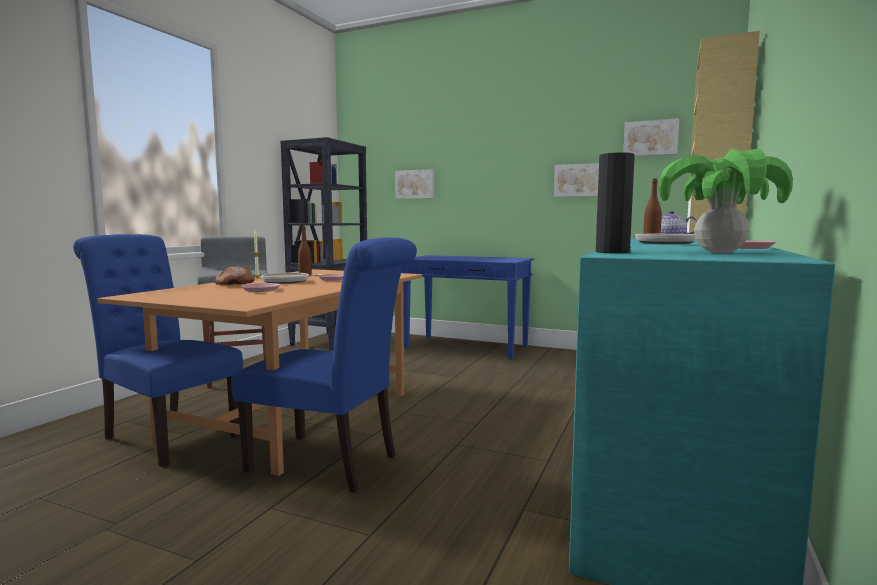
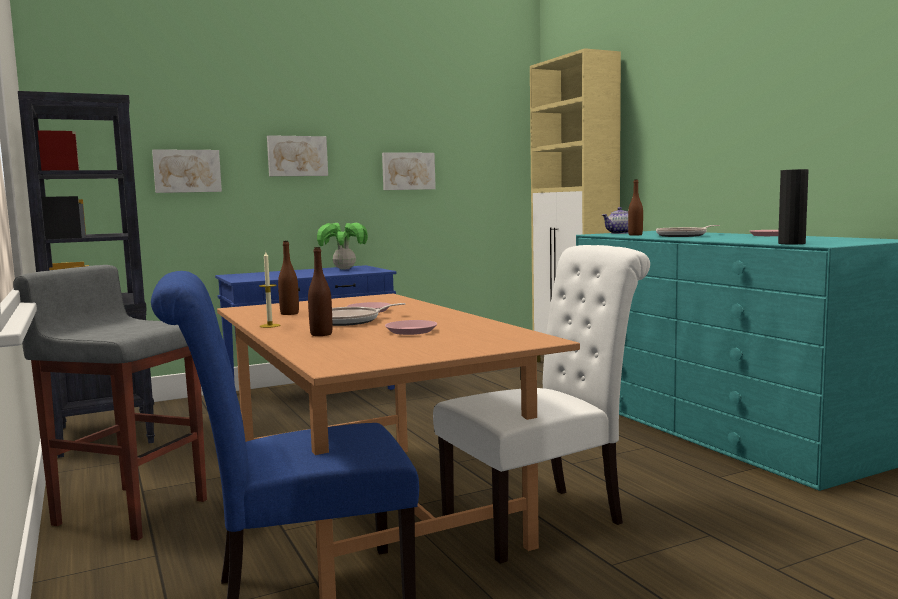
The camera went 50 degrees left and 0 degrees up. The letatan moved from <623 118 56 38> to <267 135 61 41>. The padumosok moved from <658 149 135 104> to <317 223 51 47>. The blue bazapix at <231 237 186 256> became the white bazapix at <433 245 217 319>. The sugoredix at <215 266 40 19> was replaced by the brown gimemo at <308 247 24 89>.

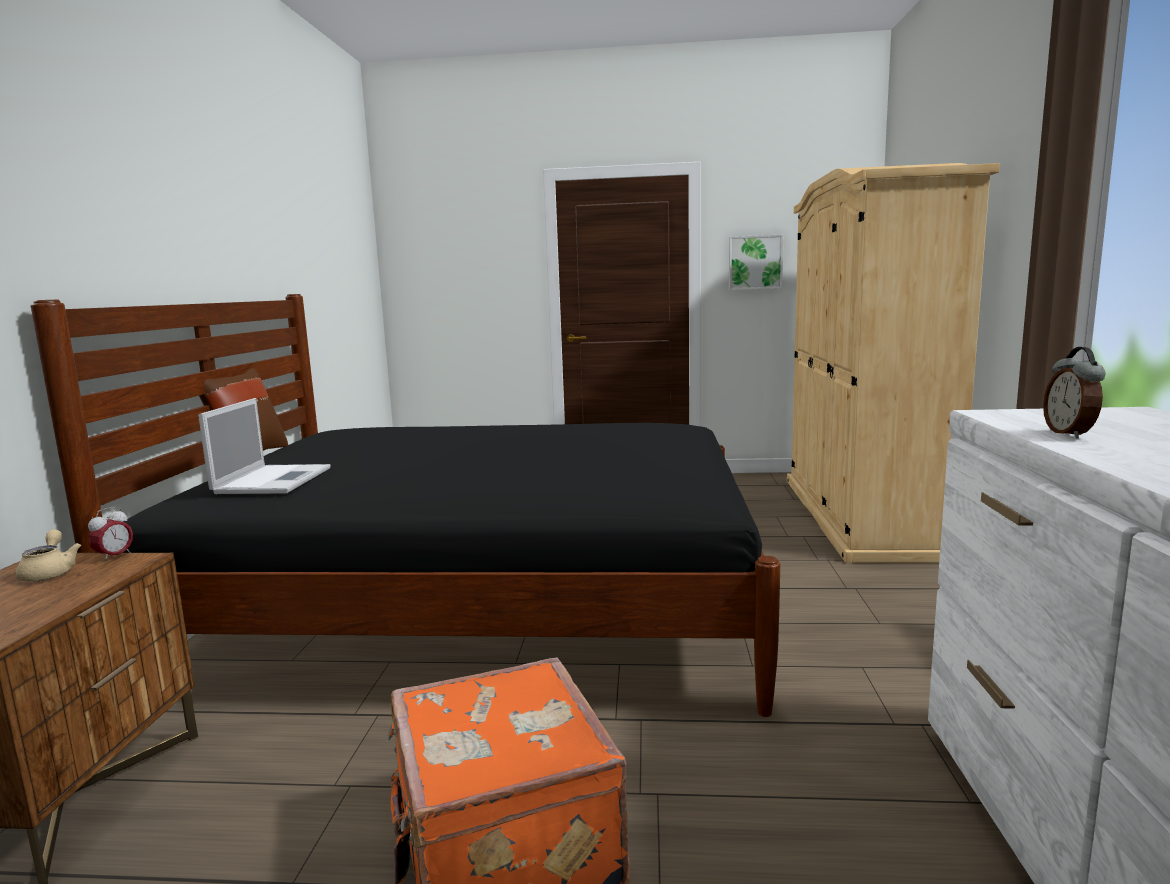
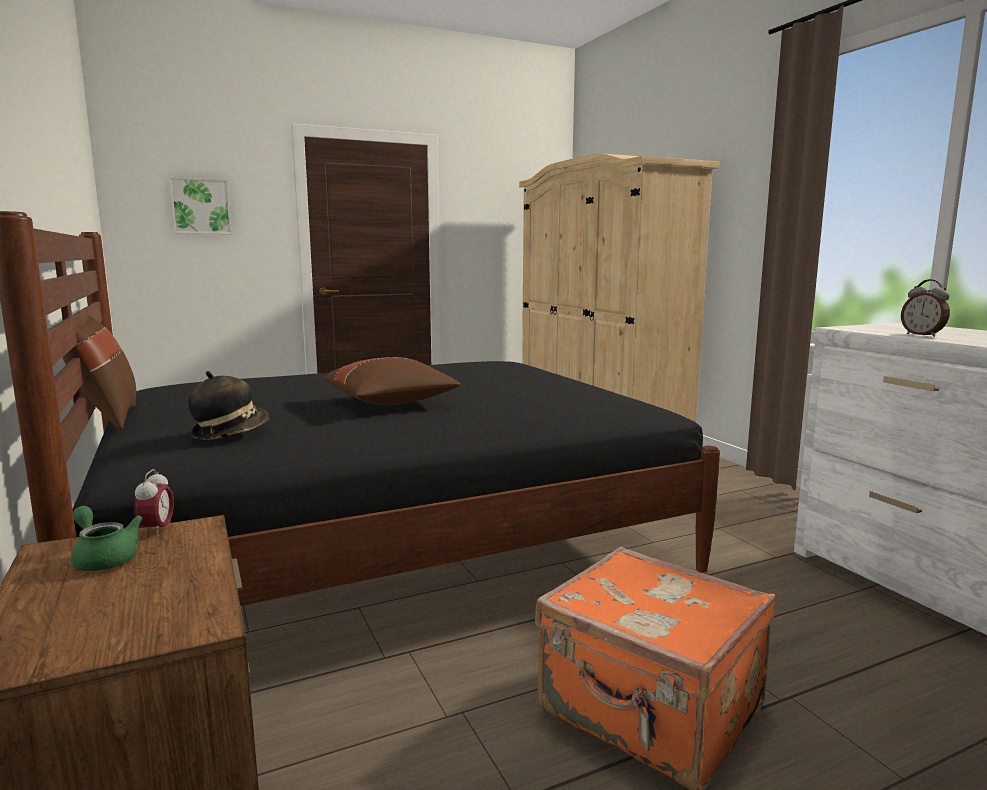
The camera went 30 degrees left and 0 degrees up. The letatan moved from <729 235 54 55> to <169 177 63 57>. The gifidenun at <198 398 133 96> was replaced by the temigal at <188 371 82 69>. The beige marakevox at <16 530 65 52> became the green marakevox at <71 506 72 65>. The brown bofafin at <324 357 137 48> appeared.

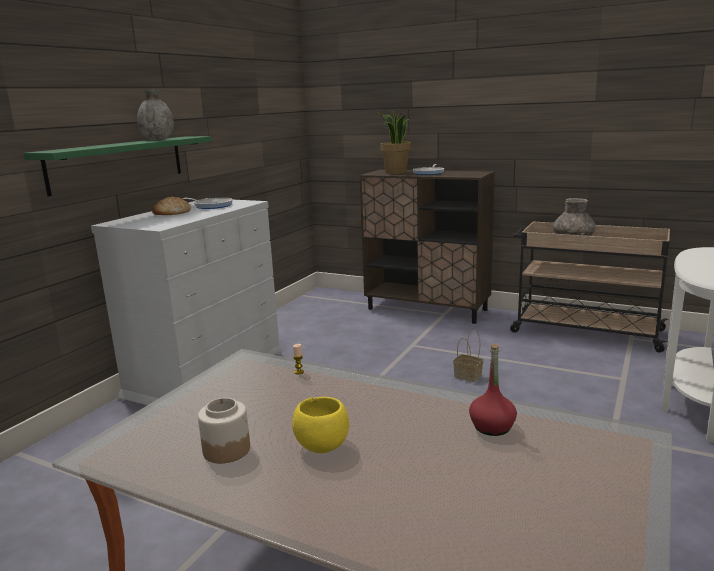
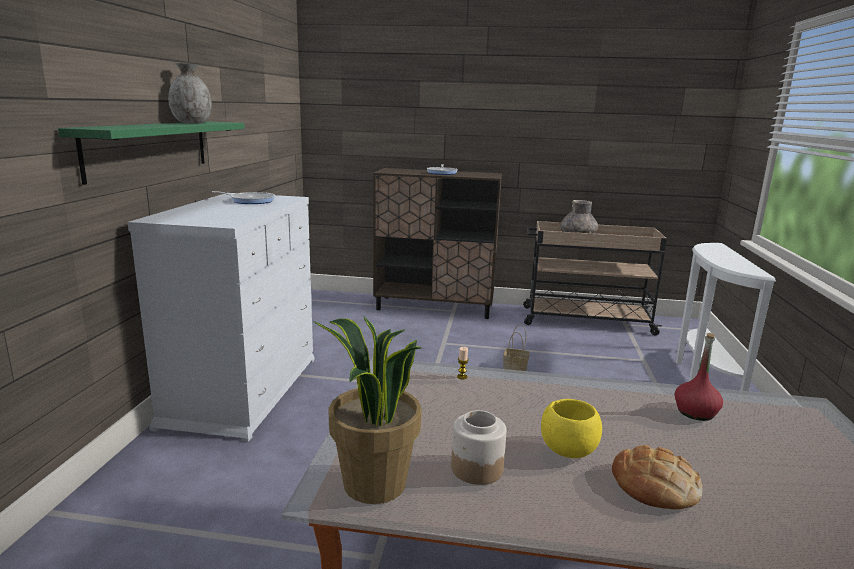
The camera went 20 degrees left and 0 degrees up. The padumosok moved from <377 110 34 64> to <313 316 108 188>. The sugoredix moved from <152 197 39 18> to <612 445 91 64>.

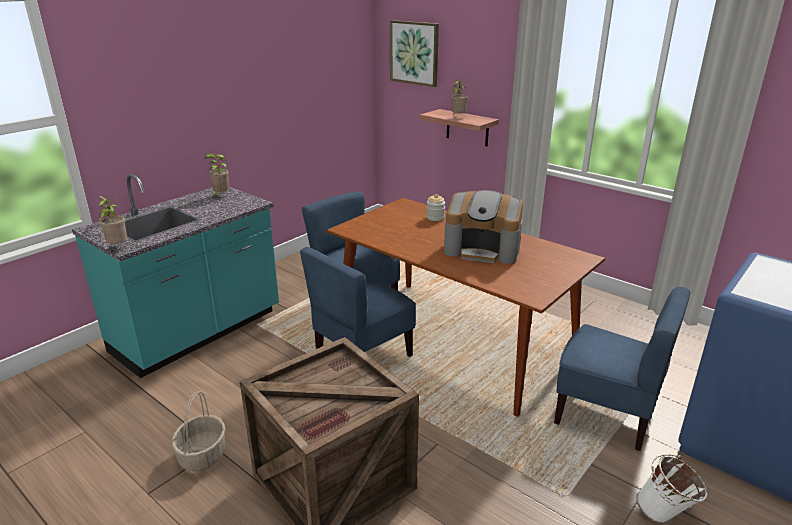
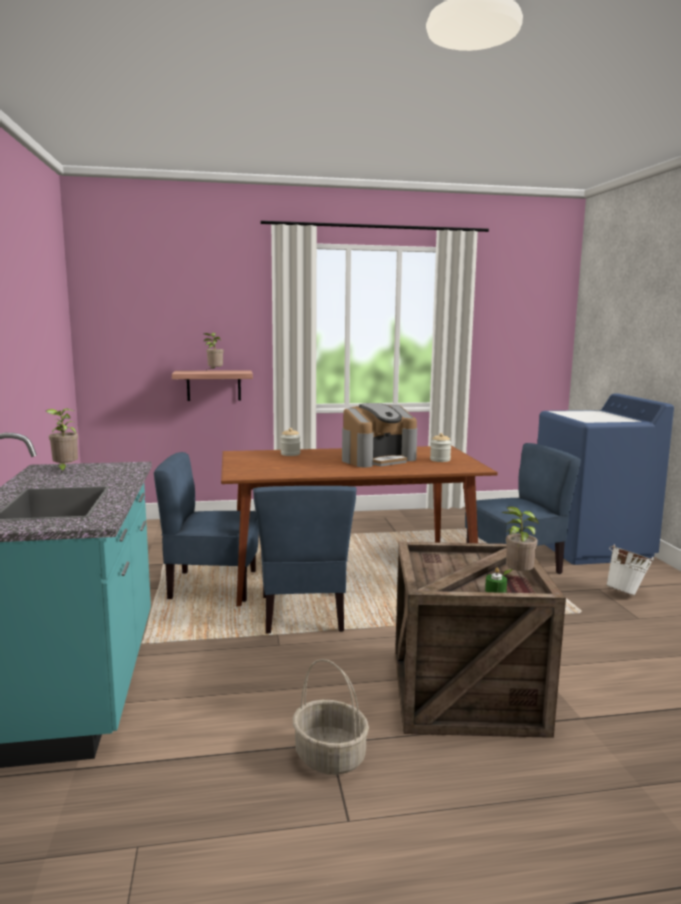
The camera went 50 degrees left and 15 degrees down. The letatan at <390 20 49 67> disappeared. The padumosok moved from <98 195 29 49> to <501 506 38 70>. The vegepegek at <430 433 21 29> appeared. The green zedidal at <485 568 22 25> appeared.

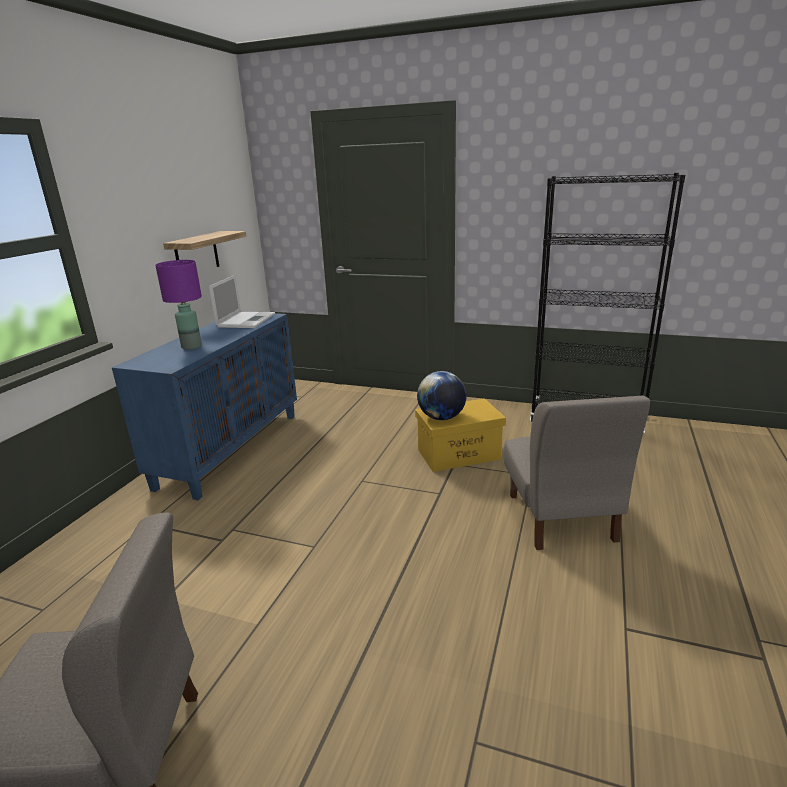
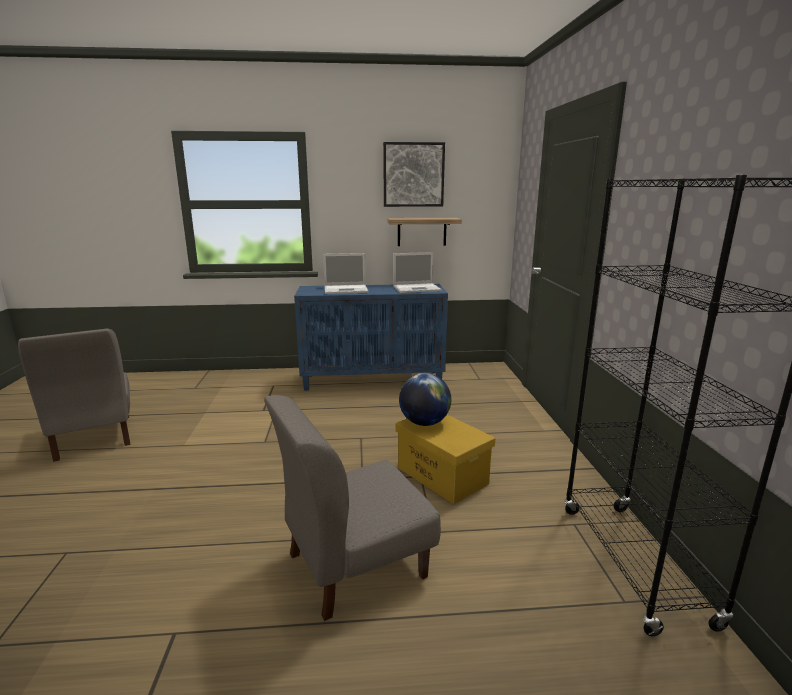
The camera went 65 degrees right and 5 degrees down. The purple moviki at <155 260 47 90> was replaced by the gifidenun at <323 253 46 41>. The letatan at <383 142 62 65> appeared.

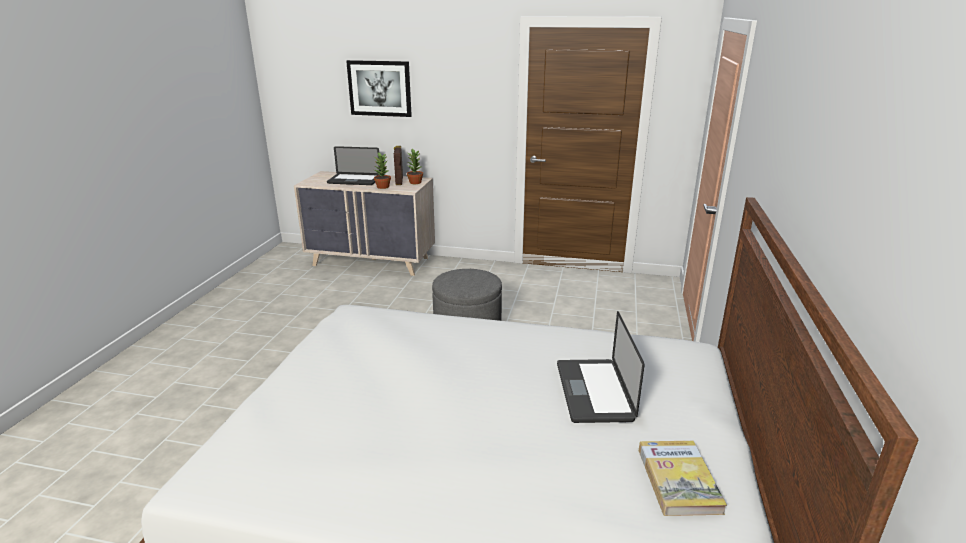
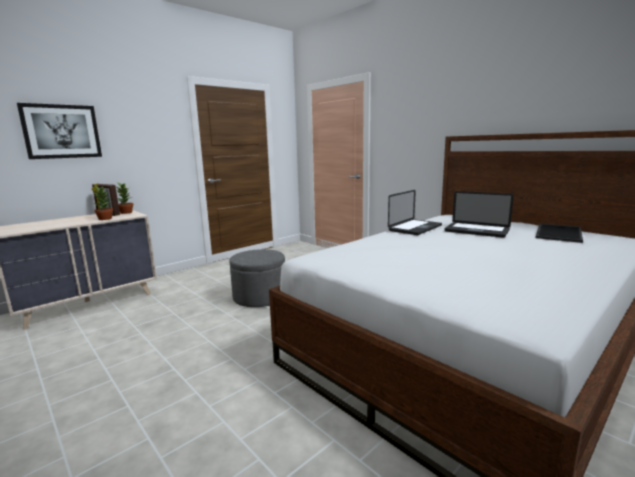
The camera went 55 degrees left and 10 degrees down. The gifidenun moved from <327 146 54 39> to <388 190 54 45>. The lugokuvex at <639 441 88 75> was replaced by the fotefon at <536 224 47 19>.

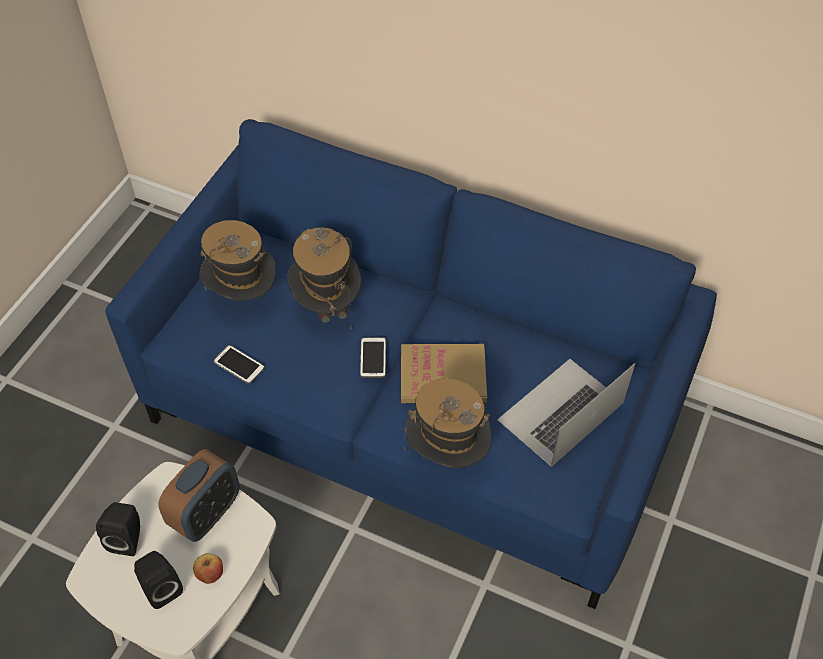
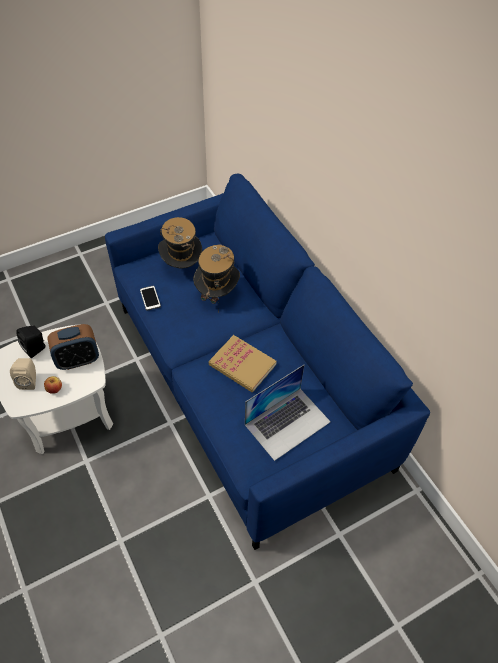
The camera went 35 degrees right and 0 degrees up. The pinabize at <360 337 26 41> disappeared. The gifidenun at <497 359 139 108> turned 150 degrees clockwise. The temigal at <404 378 87 90> disappeared. The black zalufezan at <134 551 49 58> became the beige zalufezan at <10 358 26 32>.

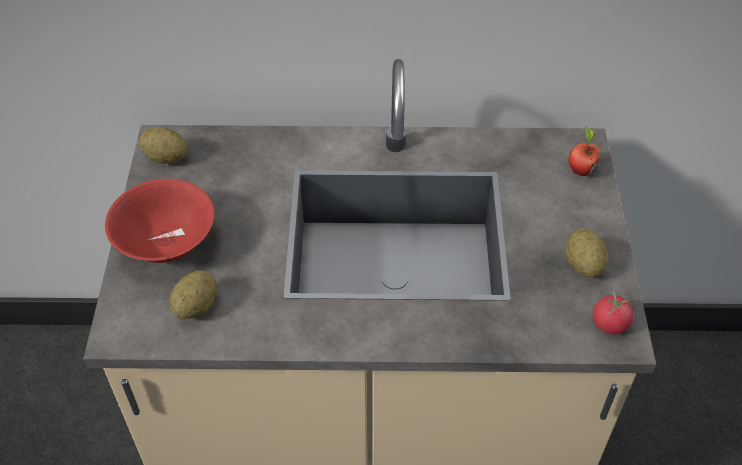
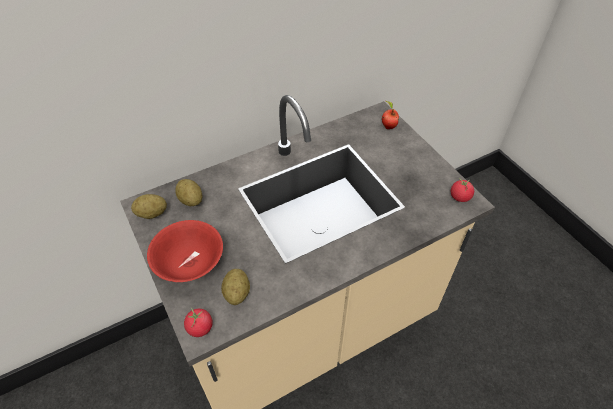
The camera went 30 degrees left and 0 degrees up. The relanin moved from <566 228 42 49> to <175 179 28 27>. The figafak at <184 308 29 29> appeared.

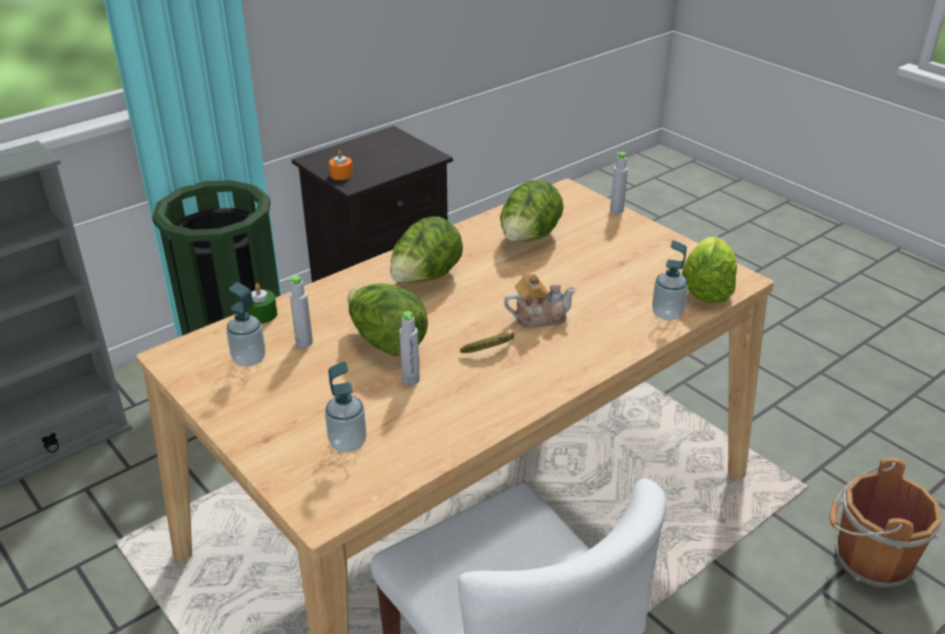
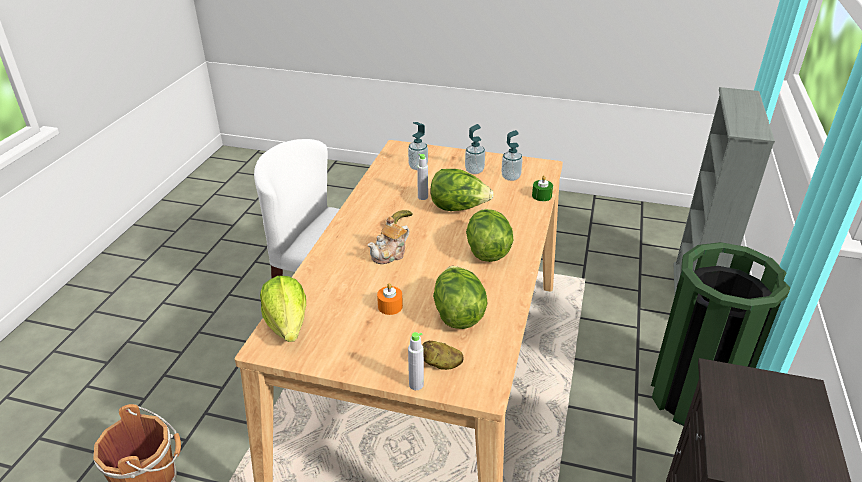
The camera went 145 degrees right and 0 degrees up. The orange zedidal moved from <329 150 24 30> to <377 283 26 32>. The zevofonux moved from <652 240 36 81> to <465 124 20 50>. The grey gimemo at <289 276 24 72> disappeared. The relanin at <422 341 42 29> appeared.

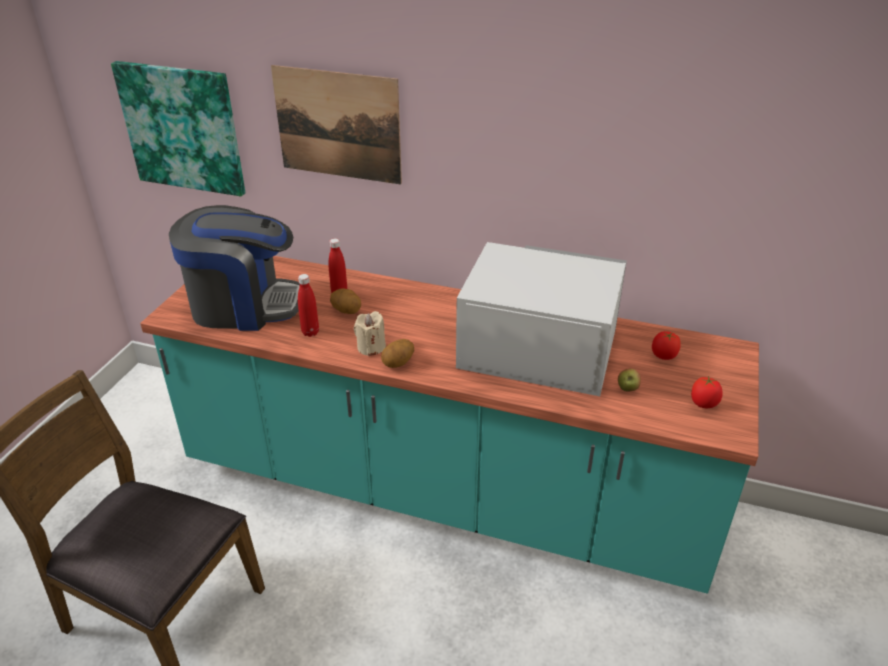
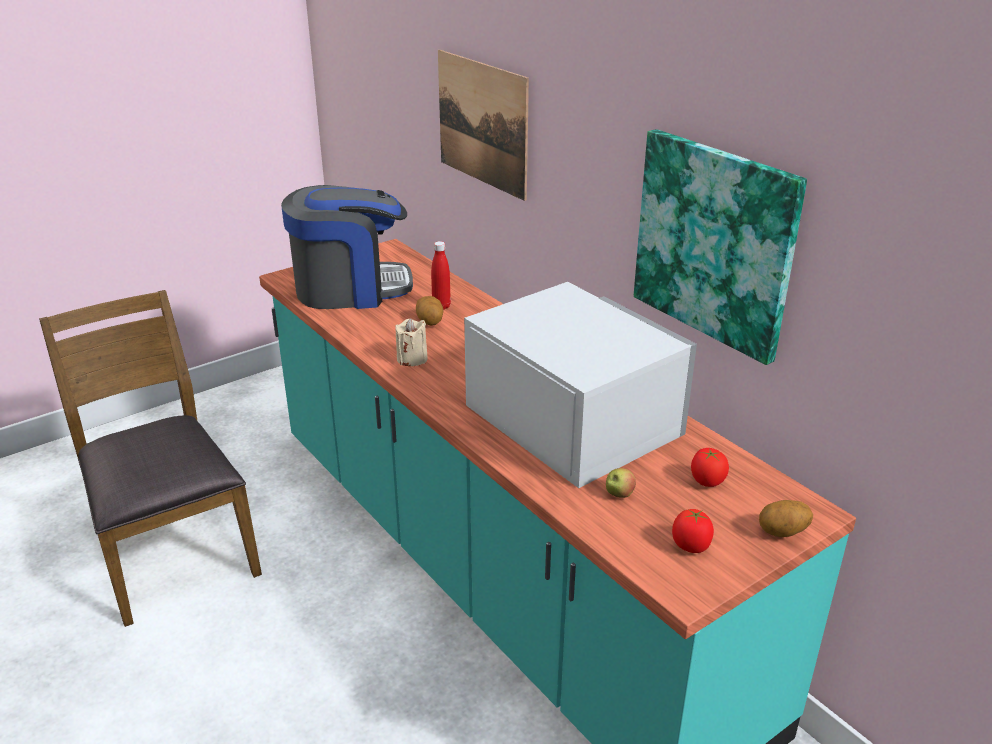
The camera went 35 degrees right and 5 degrees down. The letatan moved from <111 61 134 135> to <634 129 173 236>. The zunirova at <169 205 131 126> turned 45 degrees counterclockwise. The red gimemo at <298 274 21 63> disappeared. The relanin moved from <381 339 33 29> to <759 500 54 37>.

